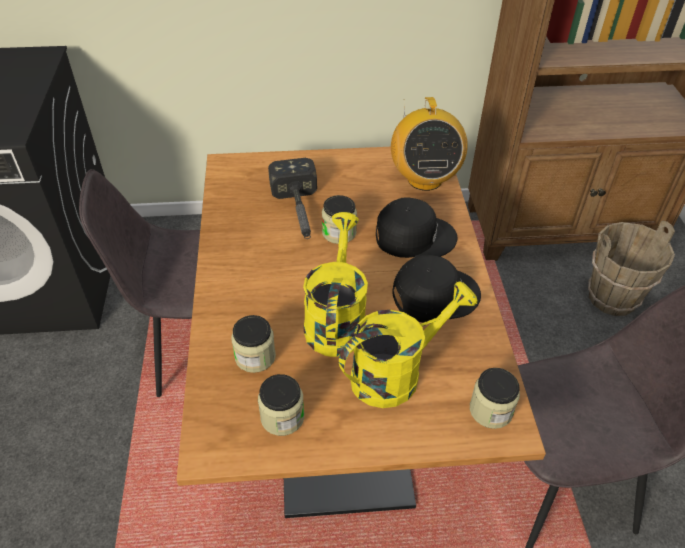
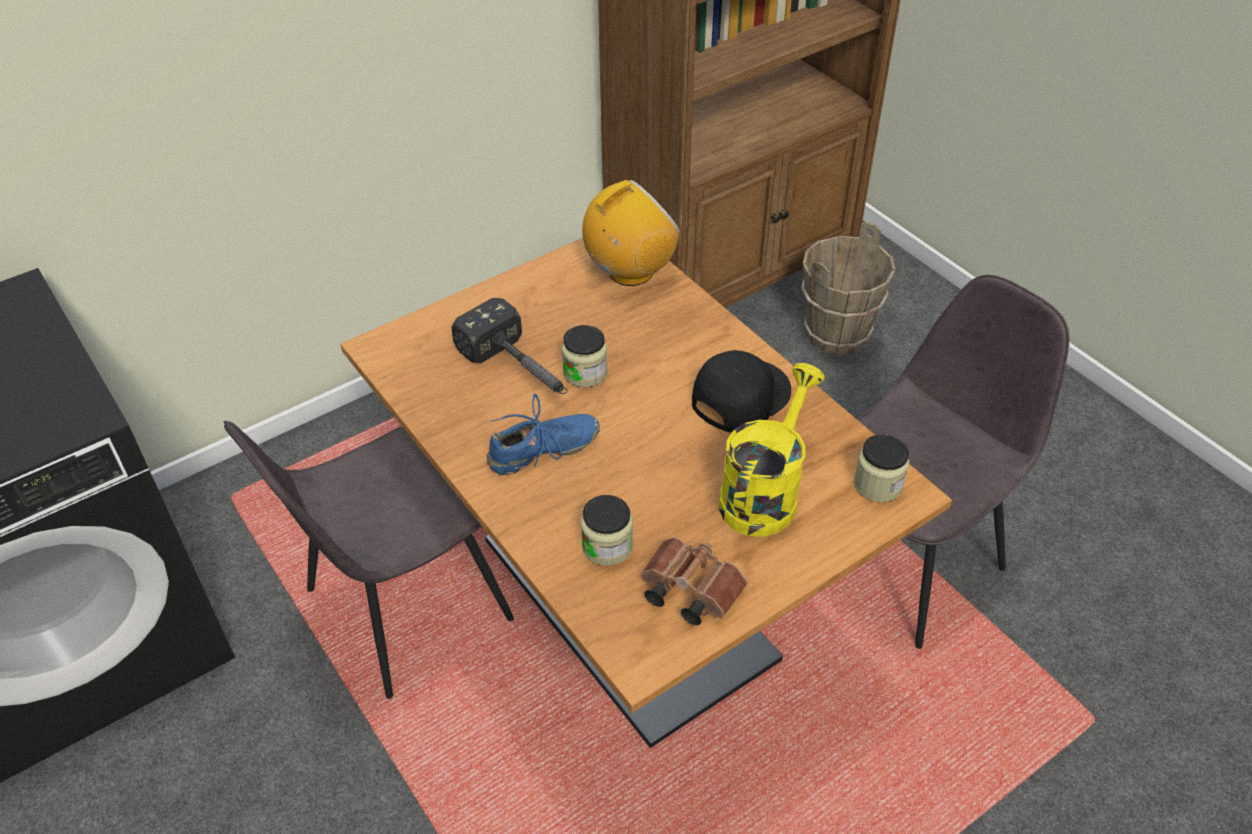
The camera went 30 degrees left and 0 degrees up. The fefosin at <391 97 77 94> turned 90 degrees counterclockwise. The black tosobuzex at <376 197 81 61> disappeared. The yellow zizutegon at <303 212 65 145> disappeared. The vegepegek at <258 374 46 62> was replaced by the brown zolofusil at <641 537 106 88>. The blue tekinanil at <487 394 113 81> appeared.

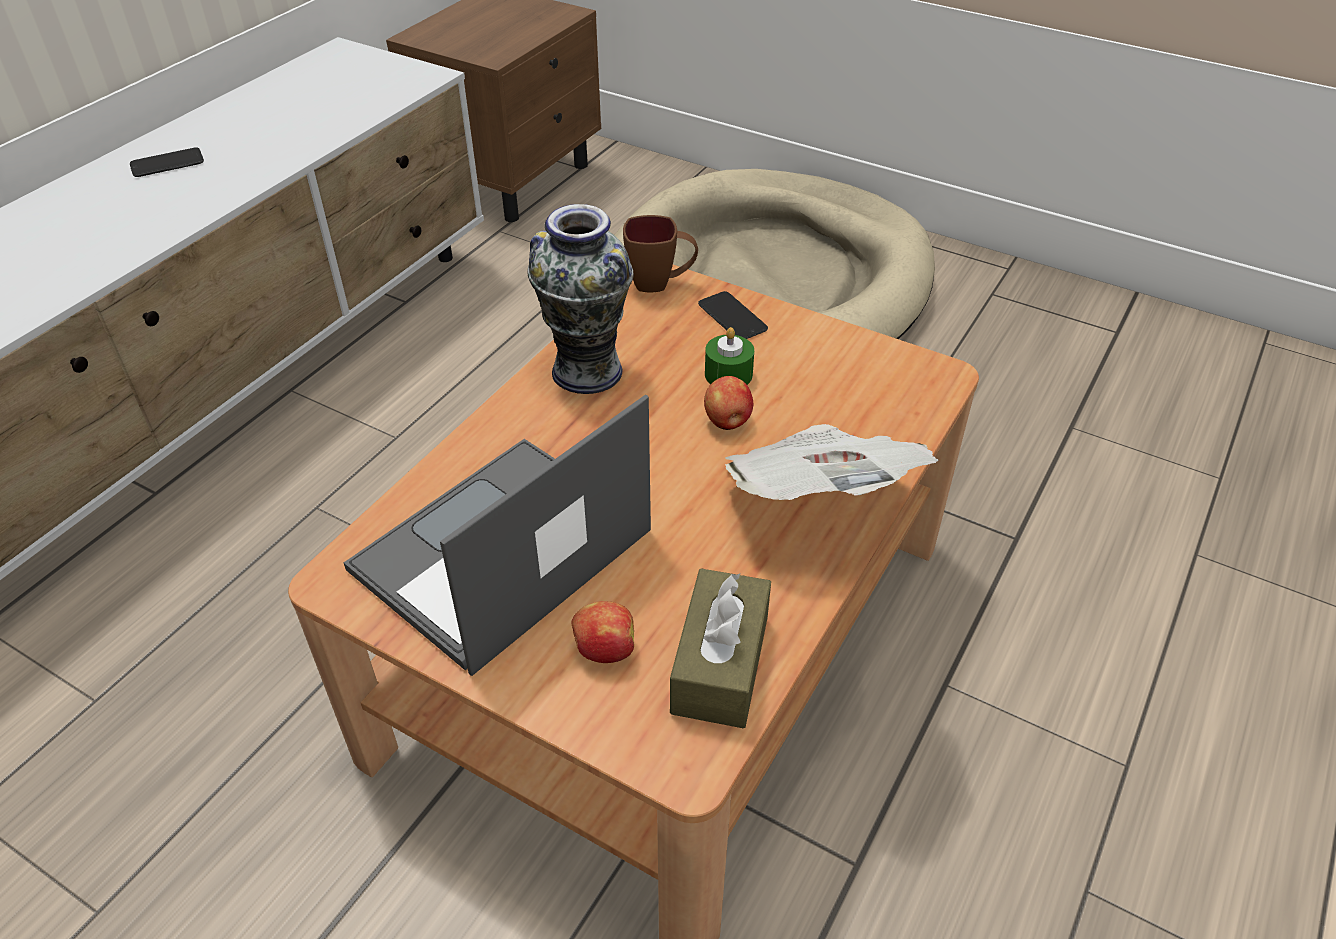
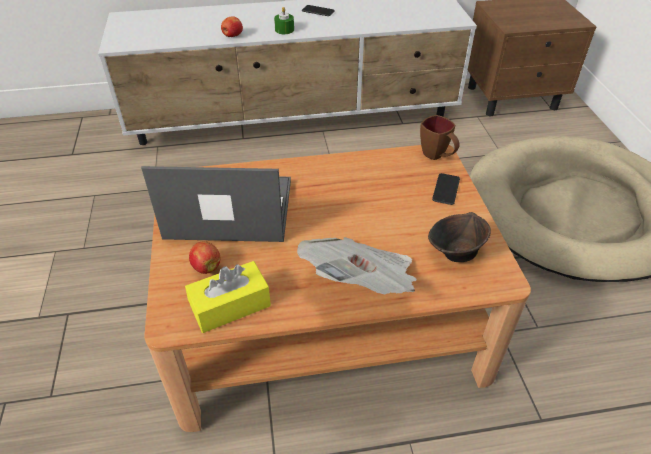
The camera went 50 degrees right and 0 degrees up. The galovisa at <527 204 107 190> disappeared. The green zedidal moved from <705 327 49 58> to <274 7 20 27>. The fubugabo moved from <704 376 49 54> to <221 16 22 21>. The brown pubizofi at <670 568 101 161> became the yellow pubizofi at <185 261 86 72>. The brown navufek at <428 212 63 50> appeared.

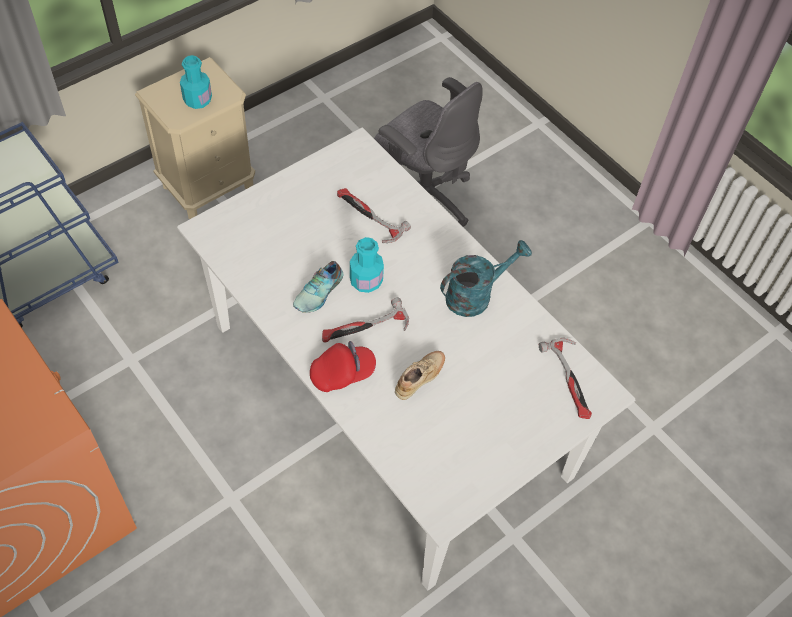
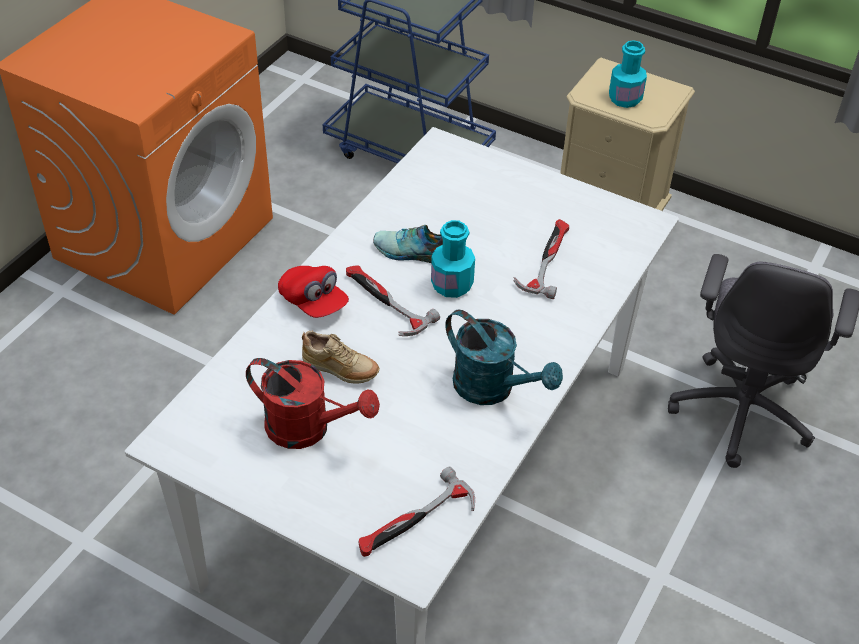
The camera went 70 degrees right and 10 degrees down. The red zizutegon at <246 358 134 91> appeared.

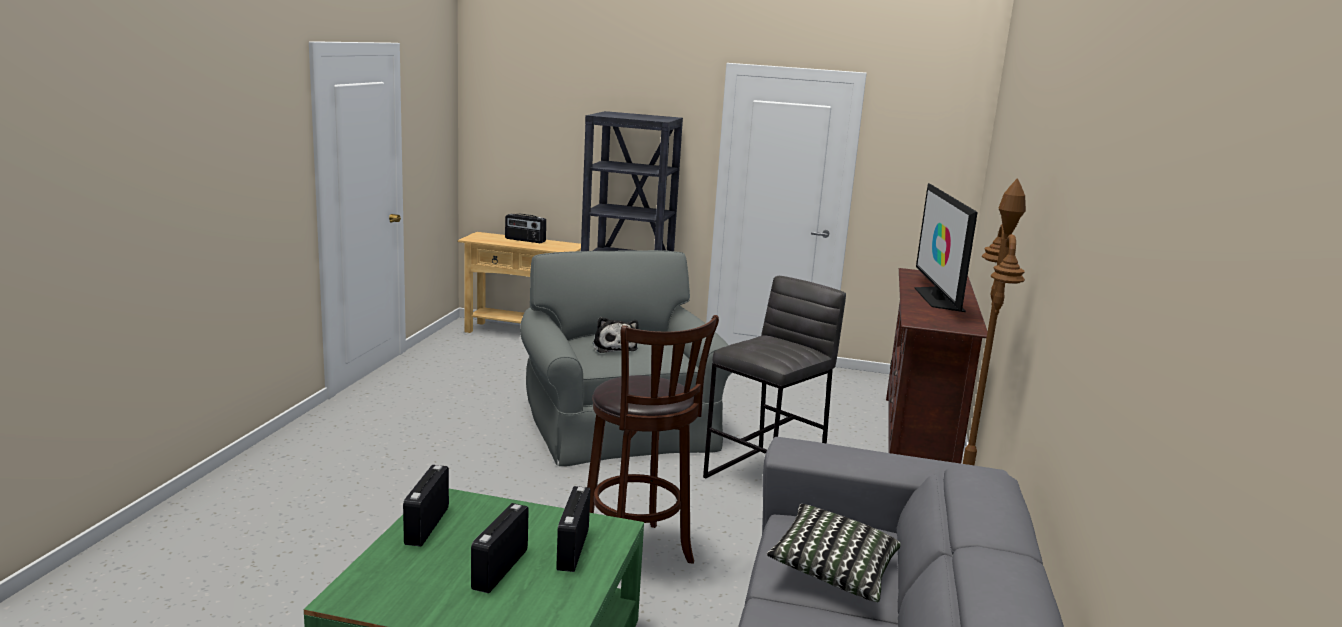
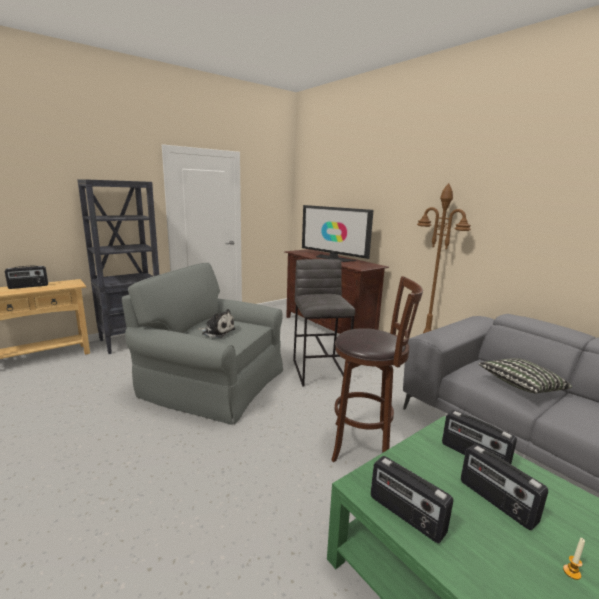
The camera went 50 degrees left and 0 degrees up. The zedidal at <563 538 22 42> appeared.

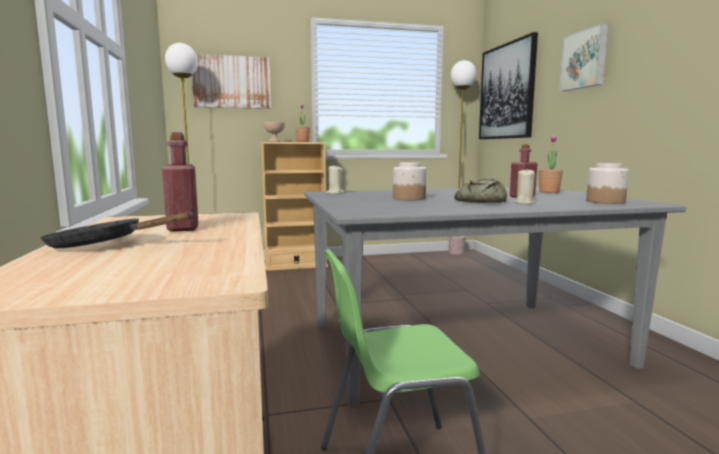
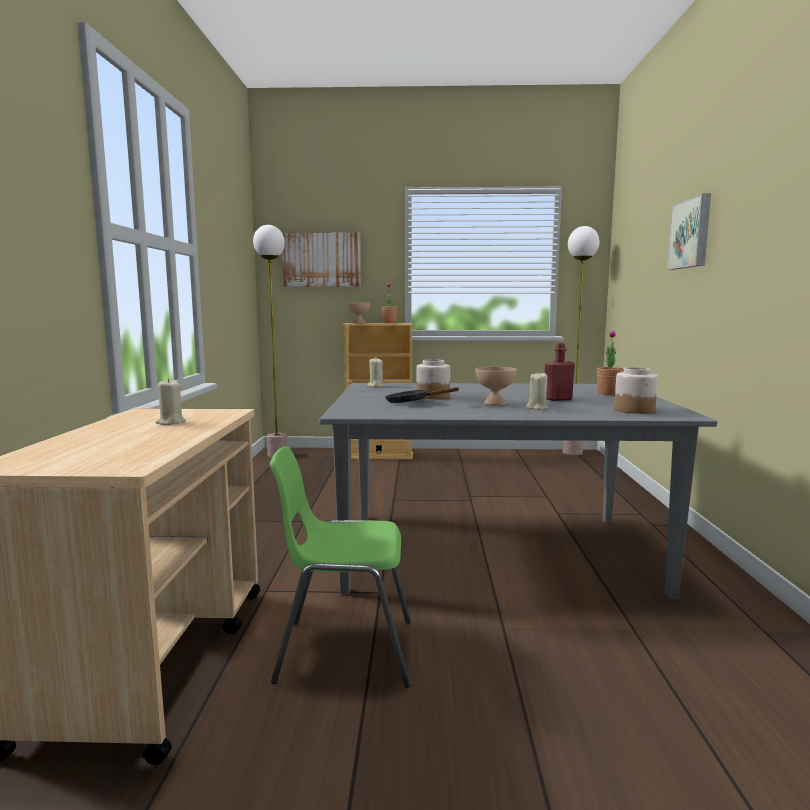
The camera went 15 degrees right and 0 degrees up. The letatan at <479 32 59 107> disappeared. The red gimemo at <162 132 36 100> was replaced by the beige zedidal at <156 379 30 46>. The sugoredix at <454 179 53 24> was replaced by the beige navufek at <475 367 42 39>. The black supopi moved from <40 212 154 36> to <385 387 74 16>.

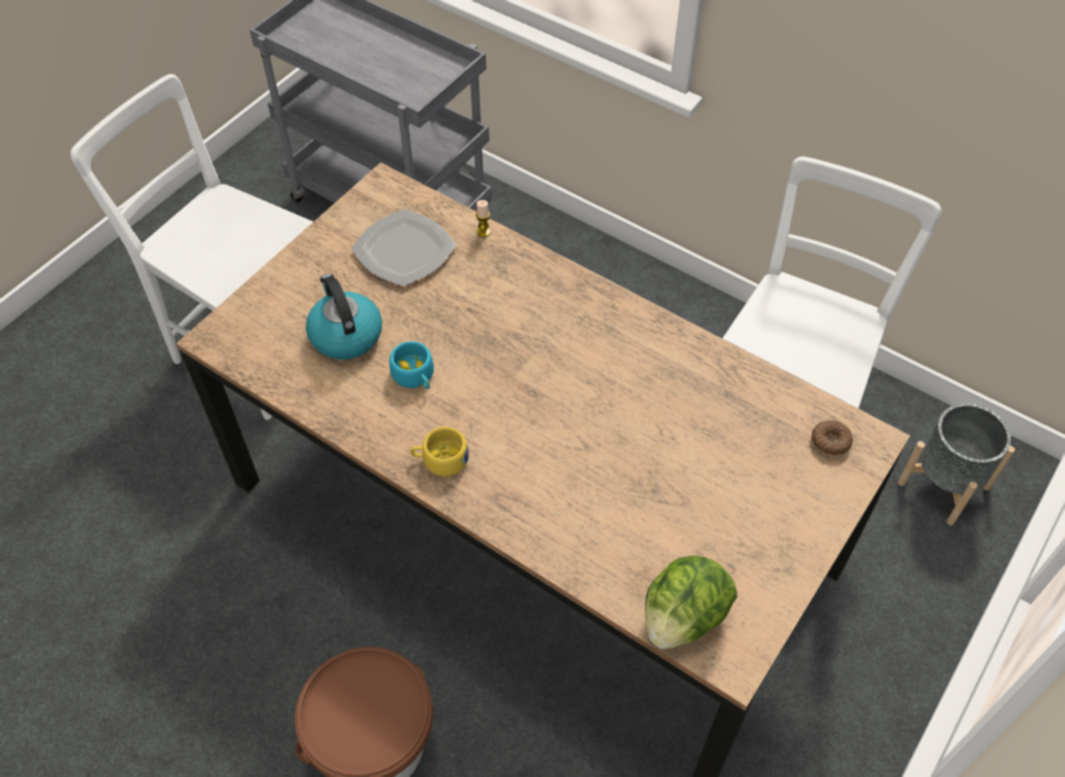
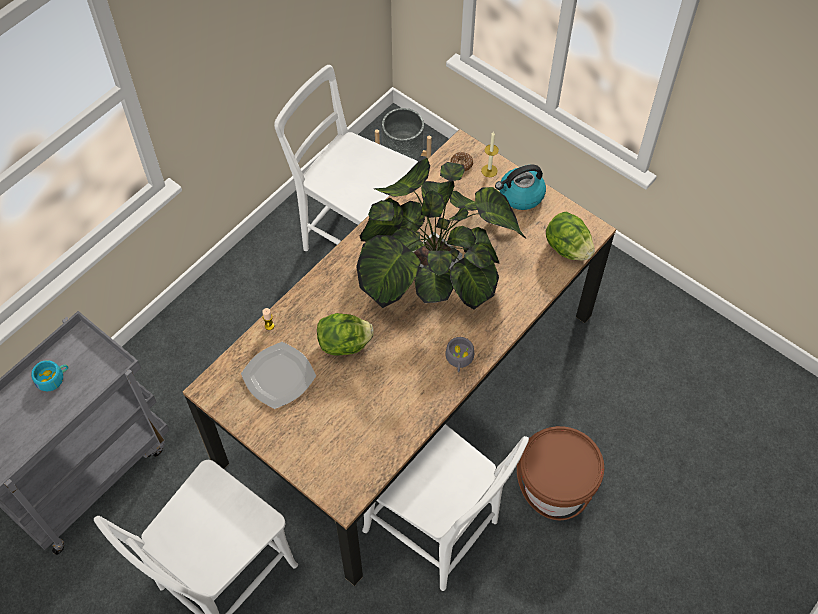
The camera went 85 degrees left and 5 degrees up. The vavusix moved from <306 274 76 86> to <495 165 51 45>. The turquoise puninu moved from <390 341 44 48> to <31 360 37 32>. The yellow puninu at <410 427 59 50> became the grey puninu at <445 337 29 35>. The zedidal at <481 131 18 46> appeared. The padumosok at <356 158 170 151> appeared. The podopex at <317 313 57 43> appeared. The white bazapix at <362 424 167 167> appeared.

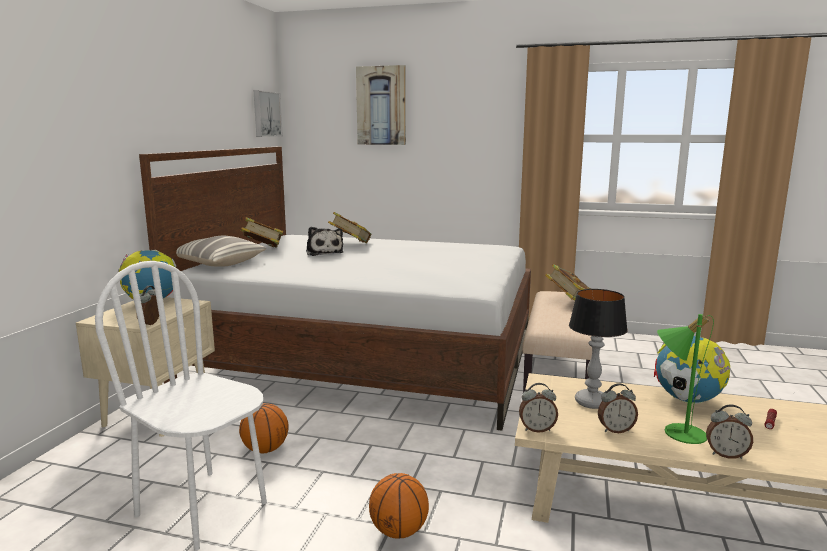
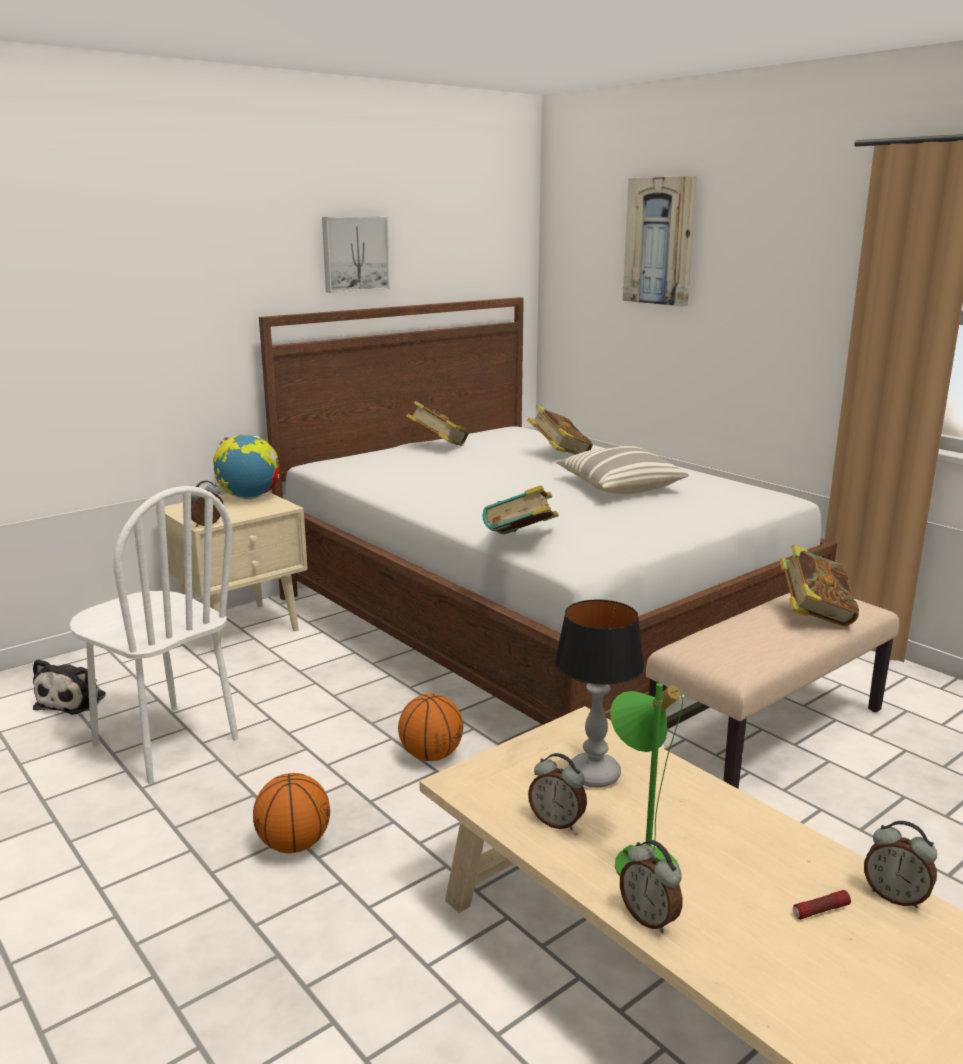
The camera went 35 degrees right and 5 degrees up. The letatan moved from <253 90 30 47> to <322 217 68 76>. The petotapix moved from <306 226 37 30> to <33 659 73 56>. The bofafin moved from <176 236 90 31> to <556 446 133 48>. The white bazapix at <95 261 172 290> turned 150 degrees clockwise. The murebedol at <654 336 76 68> disappeared. The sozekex moved from <519 383 39 50> to <864 821 73 87>. The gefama moved from <239 403 50 50> to <398 694 65 67>. The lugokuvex at <483 485 76 49> appeared.

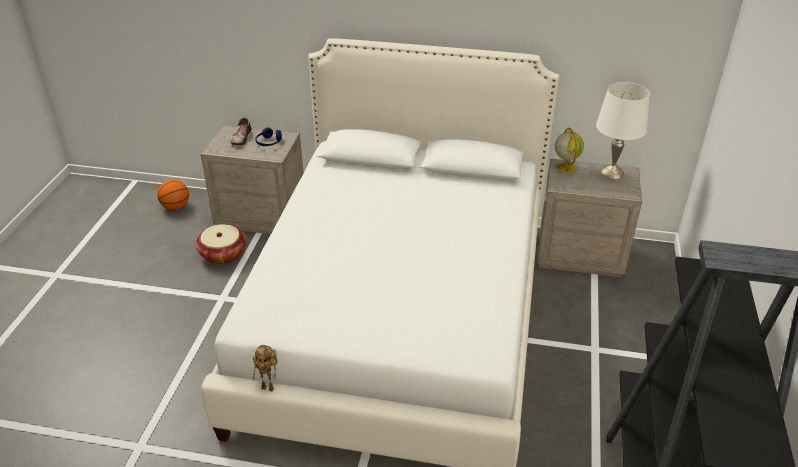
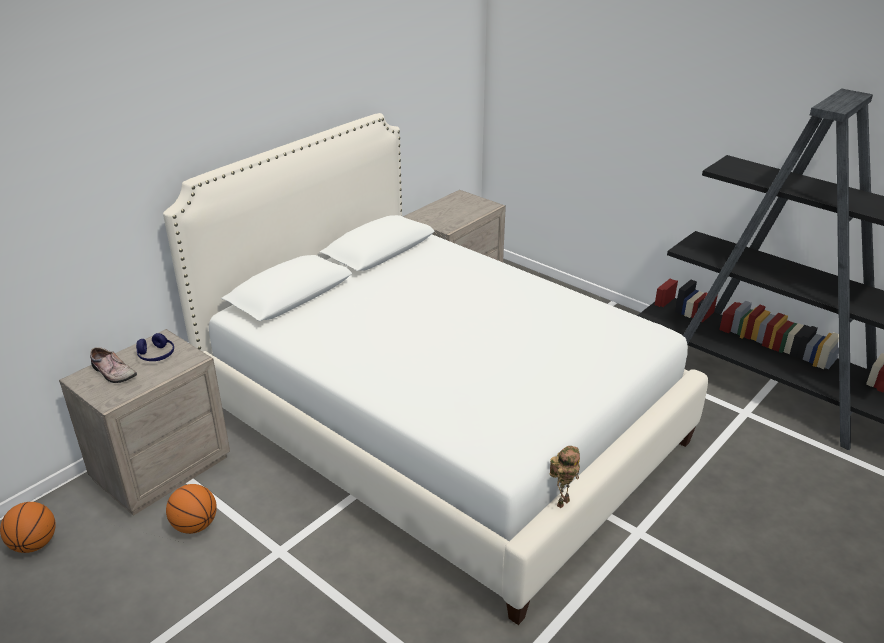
The camera went 60 degrees left and 5 degrees down. The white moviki at <596 82 54 97> disappeared. The murebedol at <555 127 29 46> disappeared. The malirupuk at <196 224 50 40> was replaced by the gefama at <166 484 51 50>.

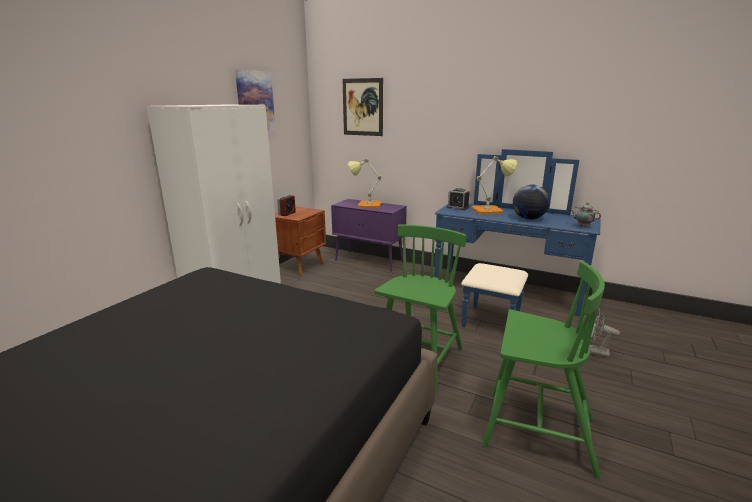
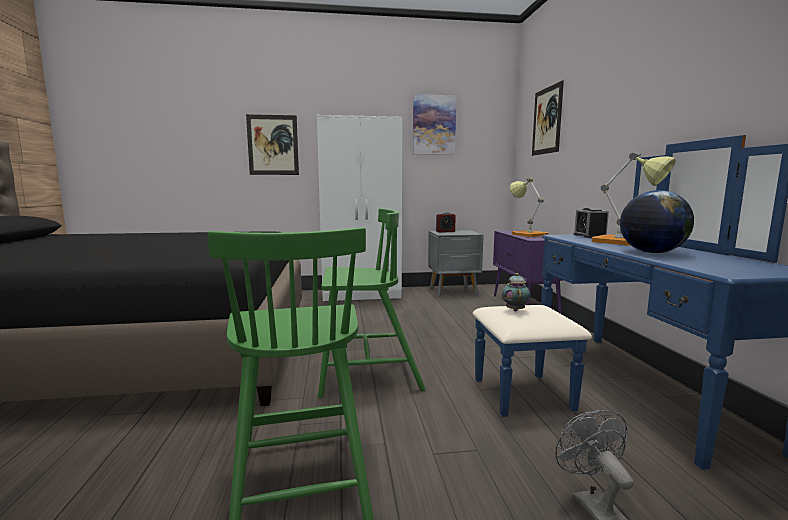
The camera went 55 degrees right and 10 degrees down. The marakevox moved from <571 203 30 24> to <502 273 28 39>. The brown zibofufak at <275 206 51 71> became the grey zibofufak at <428 230 56 66>. The letatan at <246 114 53 61> appeared.

